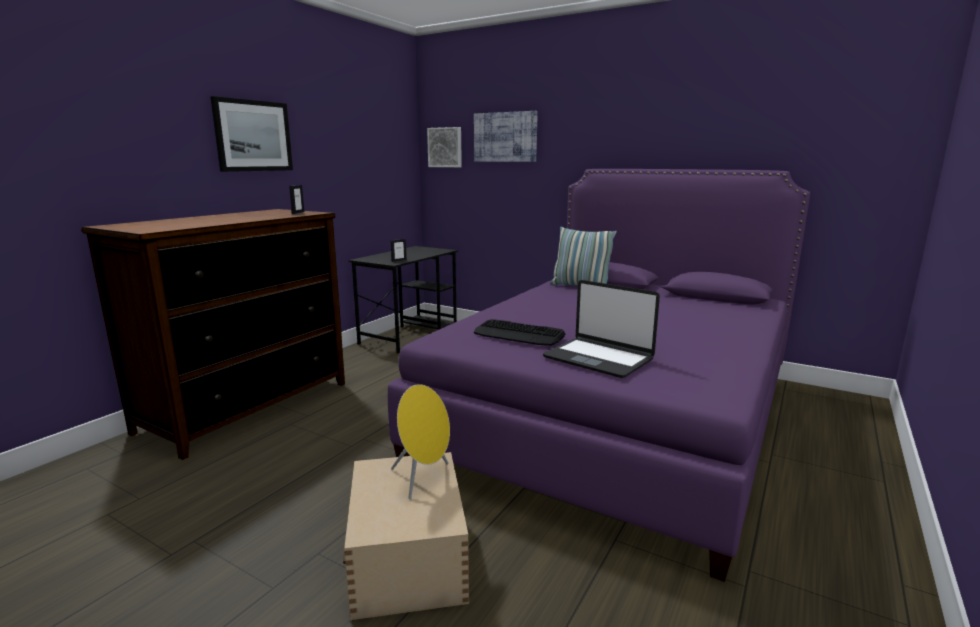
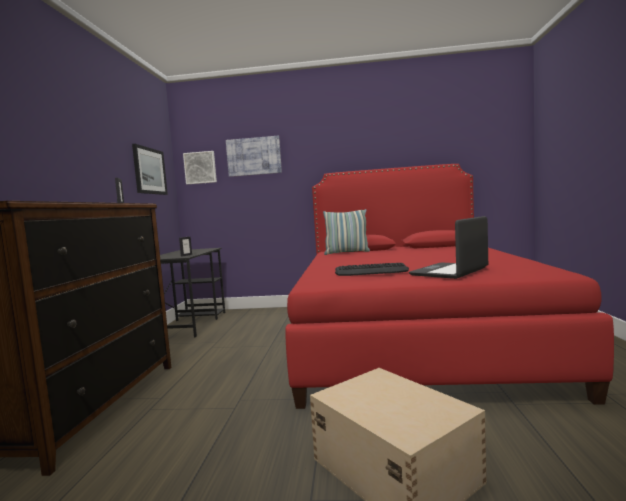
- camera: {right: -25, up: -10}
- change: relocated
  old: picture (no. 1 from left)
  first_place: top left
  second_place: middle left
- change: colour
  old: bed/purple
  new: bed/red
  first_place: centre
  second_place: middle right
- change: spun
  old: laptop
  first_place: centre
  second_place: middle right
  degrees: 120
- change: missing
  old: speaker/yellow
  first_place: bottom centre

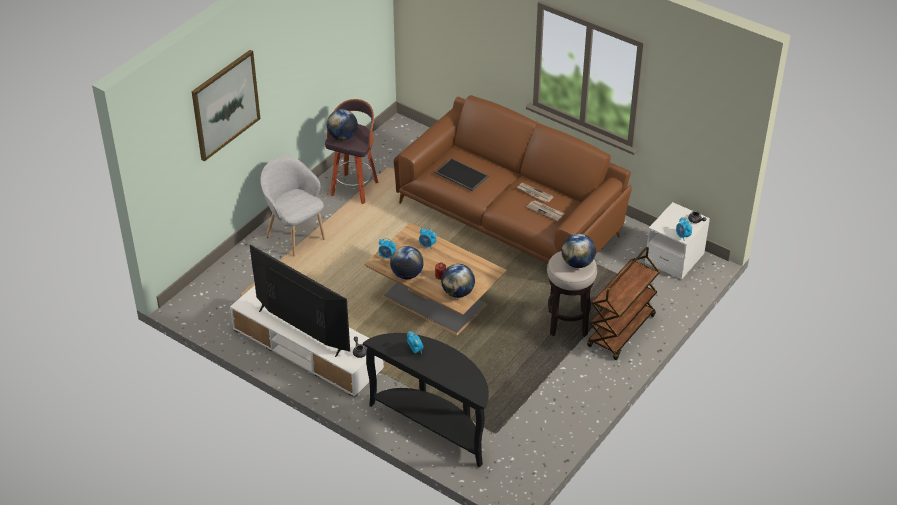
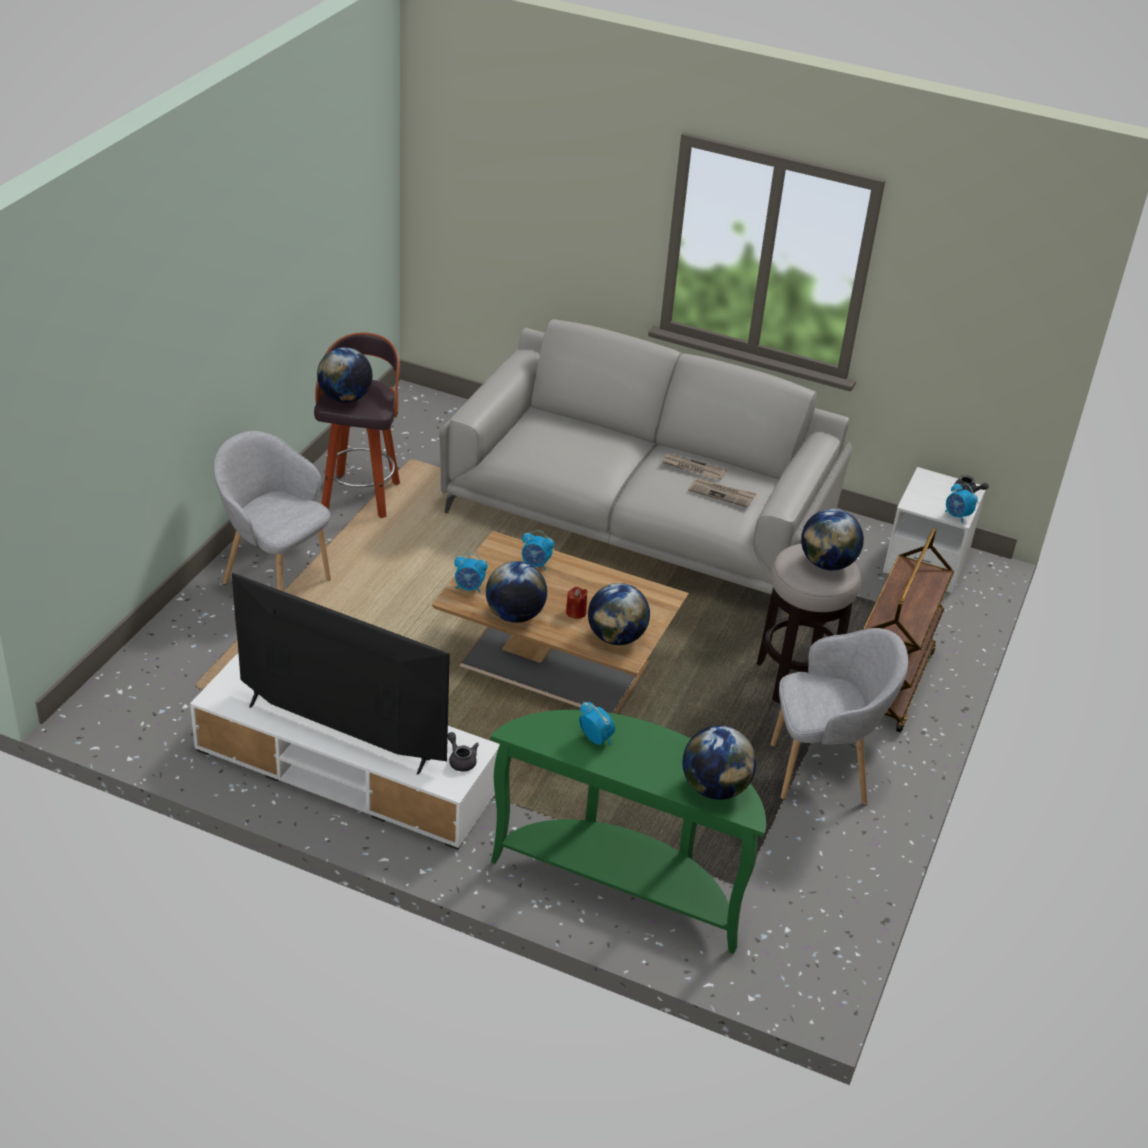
- camera: {right: -15, up: -5}
- change: missing
  old: picture
  first_place: top left
- change: colour
  old: sofa/brown
  new: sofa/grey
  first_place: centre
  second_place: centre
- change: missing
  old: tray
  first_place: centre
- change: colour
  old: console table/black
  new: console table/green
  first_place: bottom centre
  second_place: bottom centre
- change: appeared
  new: armchair/grey (no. 2 from left)
  second_place: middle right
- change: appeared
  new: globe (no. 4 from left)
  second_place: centre

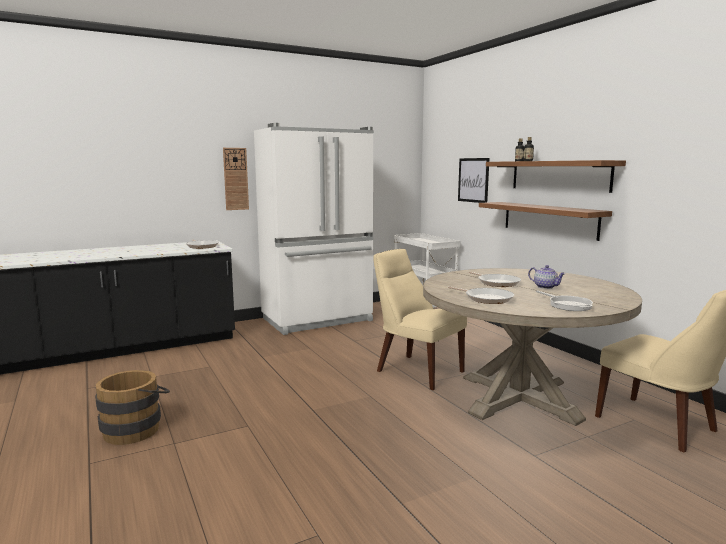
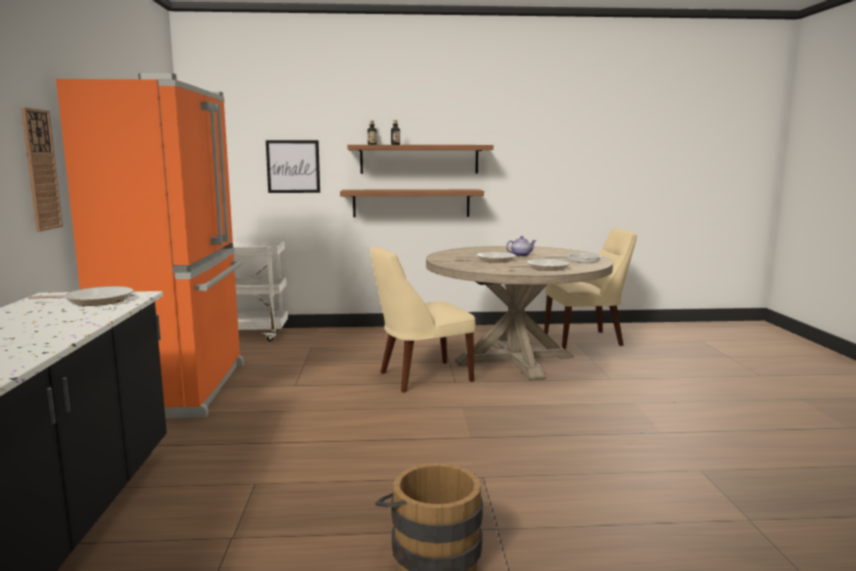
- camera: {right: -65, up: 0}
- change: colour
  old: fridge/white
  new: fridge/orange
  first_place: centre
  second_place: middle left

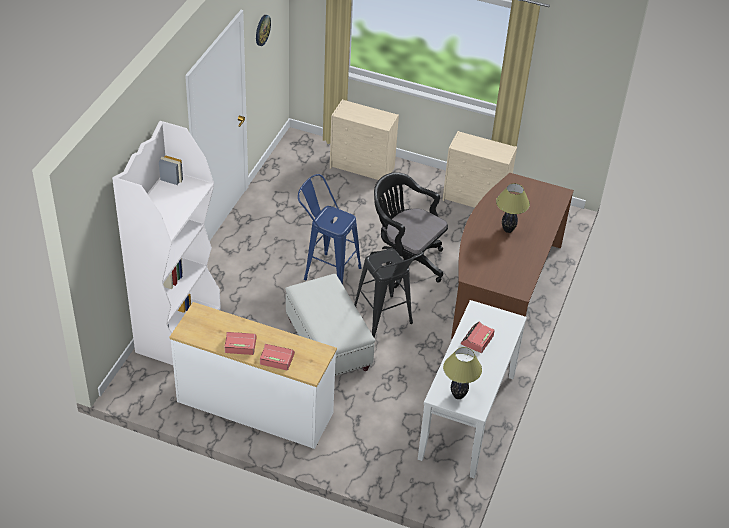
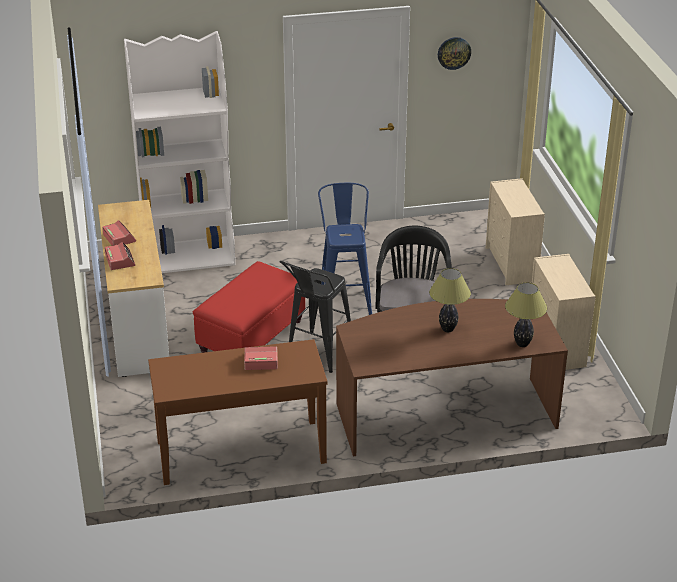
- camera: {right: 60, up: -10}
- change: colour
  old: ottoman/white
  new: ottoman/red
  first_place: centre
  second_place: centre
- change: colour
  old: console table/white
  new: console table/brown
  first_place: bottom centre
  second_place: bottom centre
- change: relocated
  old: table lamp (no. 1 from left in the first image)
  new: table lamp (no. 2 from left)
  first_place: bottom centre
  second_place: middle right

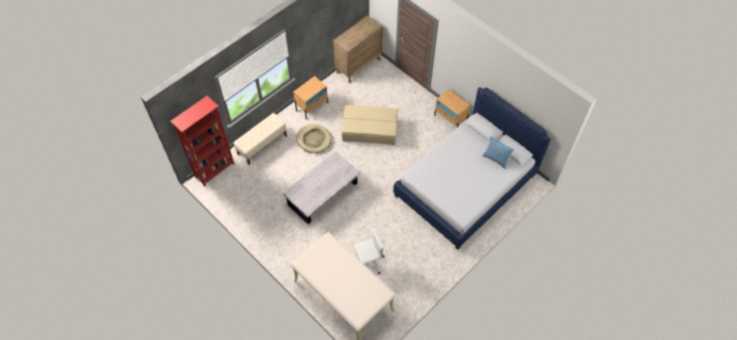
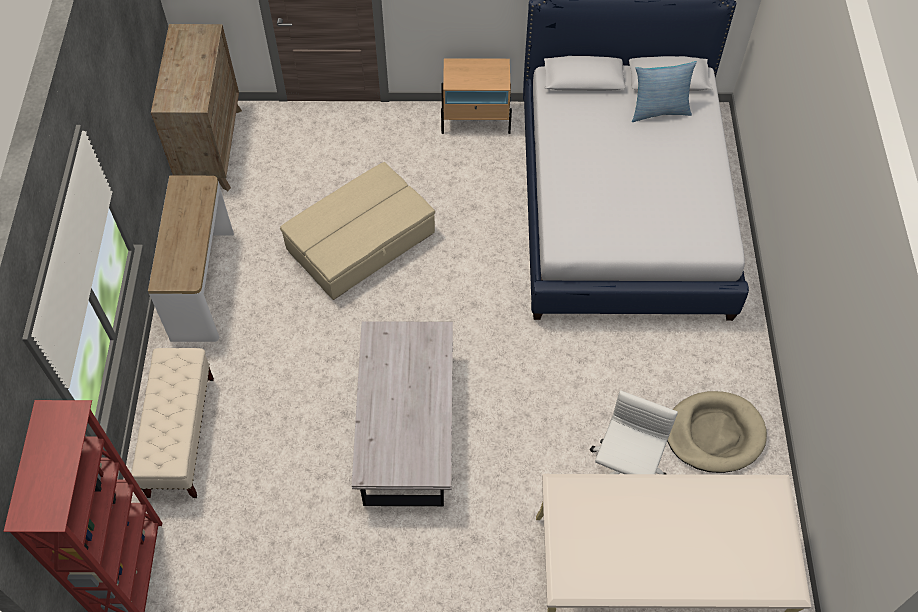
- camera: {right: -45, up: 0}
- change: exchanged
  old: nightstand/beige (no. 1 from left)
  new: console table
  first_place: top centre
  second_place: middle left
- change: relocated
  old: dog bed/beige
  first_place: centre
  second_place: bottom right

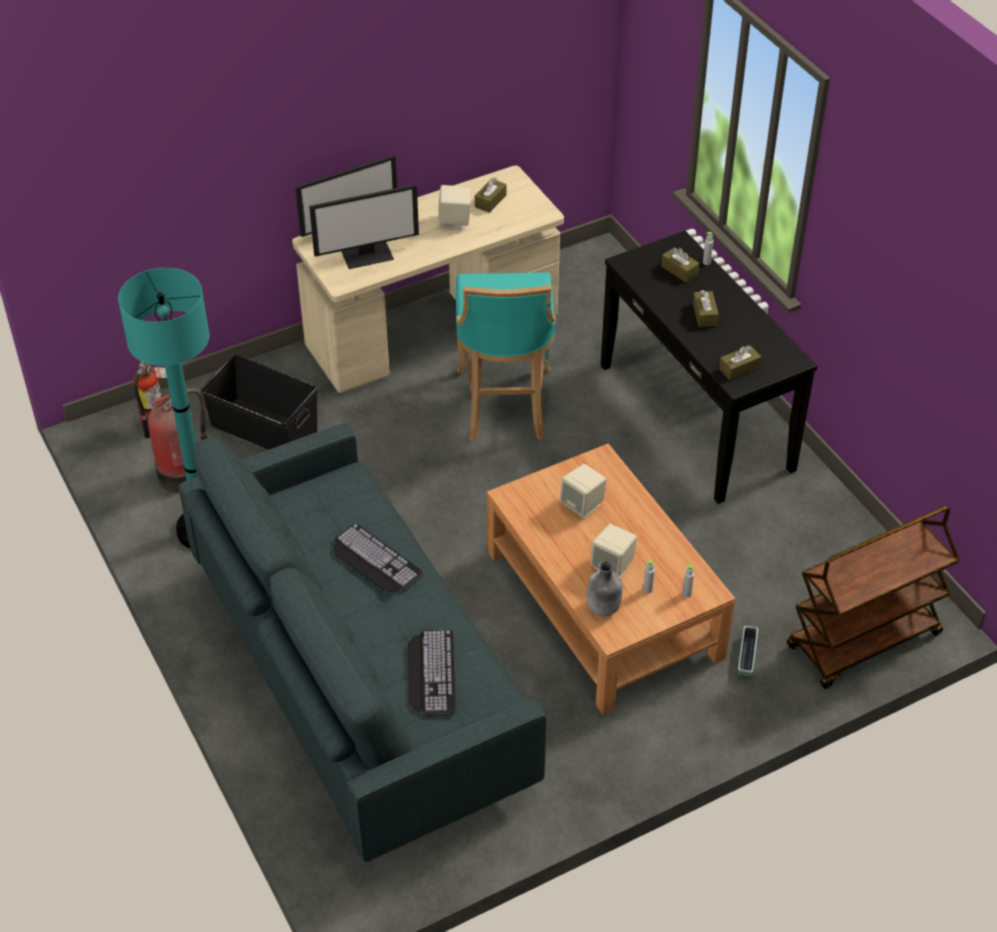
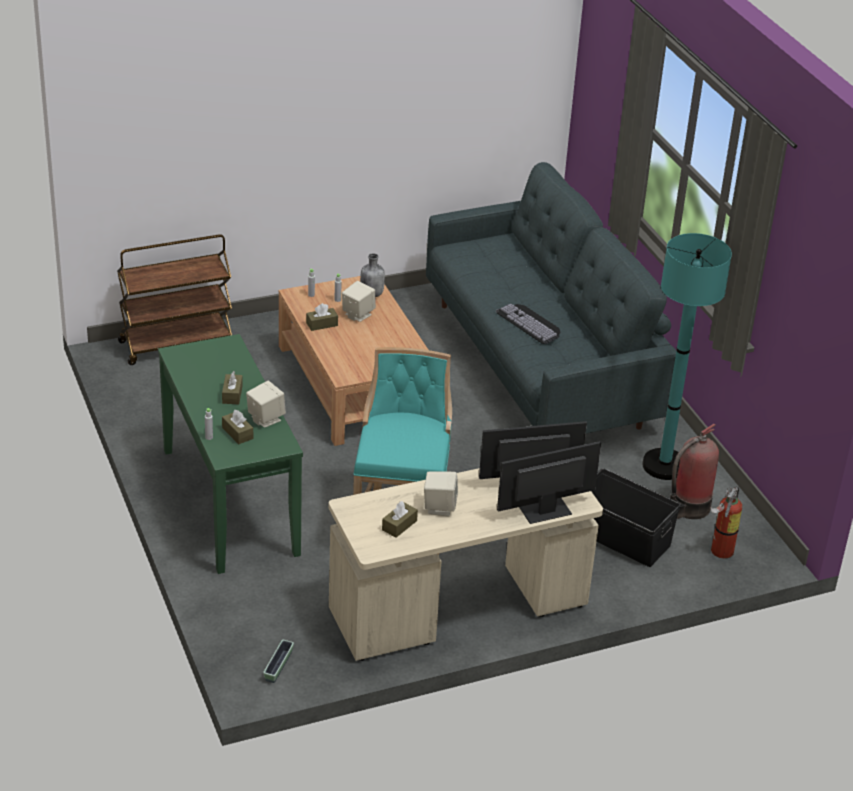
- camera: {right: -175, up: -10}
- change: colour
  old: console table/black
  new: console table/green
  first_place: middle right
  second_place: middle left
- change: relocated
  old: tissue box/brown (no. 4 from left in the first image)
  new: tissue box/brown (no. 3 from left)
  first_place: middle right
  second_place: centre
- change: relocated
  old: speaker/beige (no. 2 from left in the first image)
  new: speaker/beige (no. 1 from left)
  first_place: centre
  second_place: middle left
- change: relocated
  old: planter
  first_place: bottom right
  second_place: bottom left
- change: missing
  old: keyboard (no. 2 from left)
  first_place: bottom centre

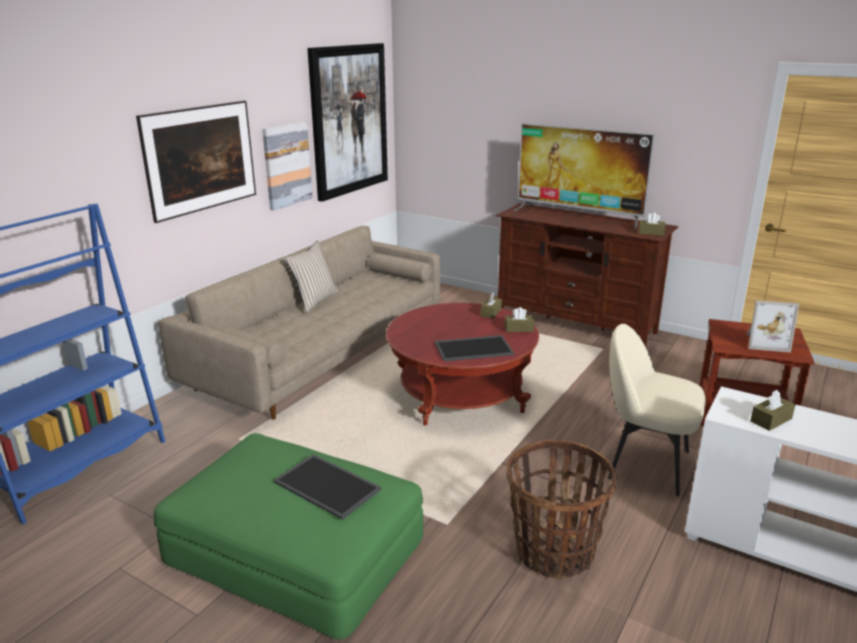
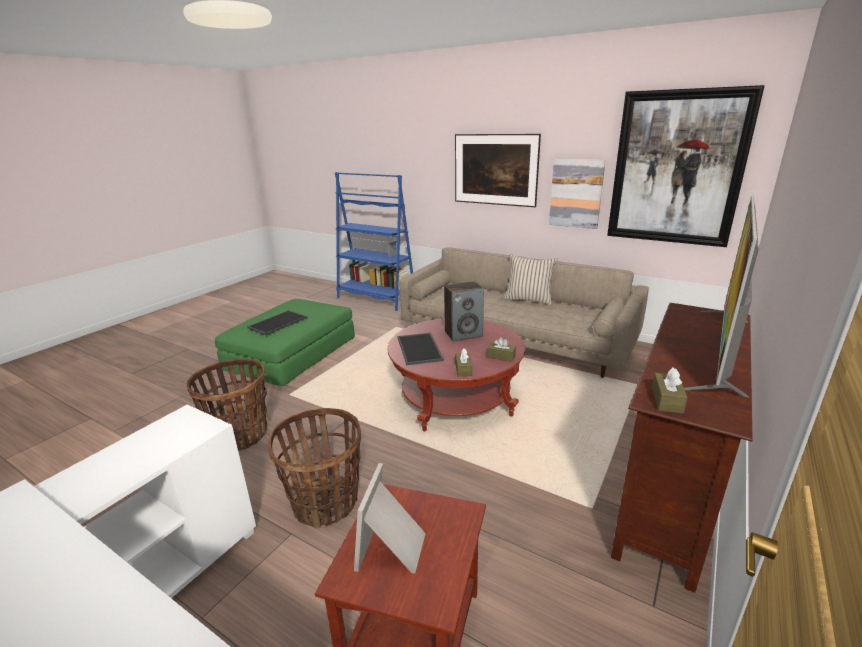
- camera: {right: 90, up: 0}
- change: exchanged
  old: chair/beige
  new: basket (no. 2 from left)
  first_place: middle right
  second_place: bottom centre
- change: missing
  old: tissue box/brown (no. 4 from left)
  first_place: middle right
- change: appeared
  new: speaker
  second_place: centre

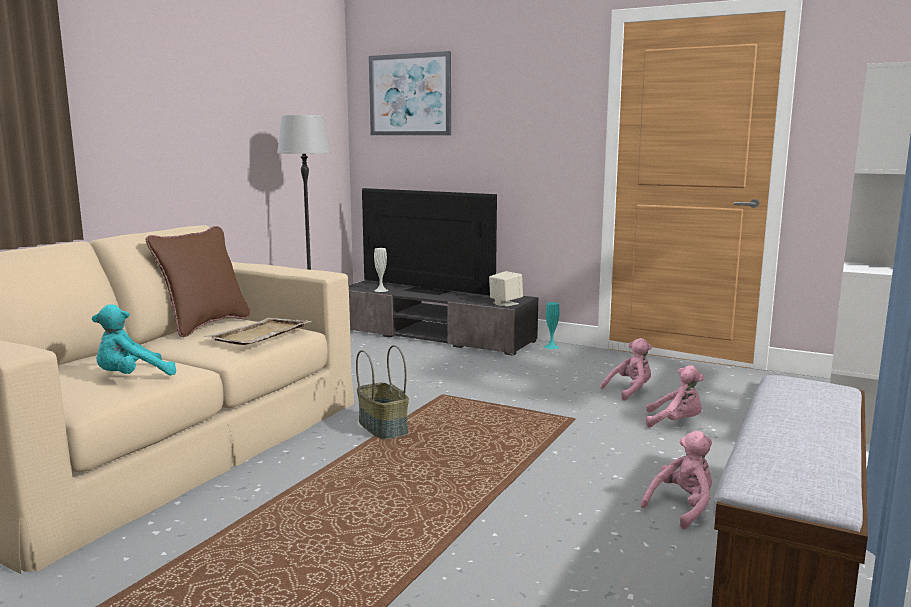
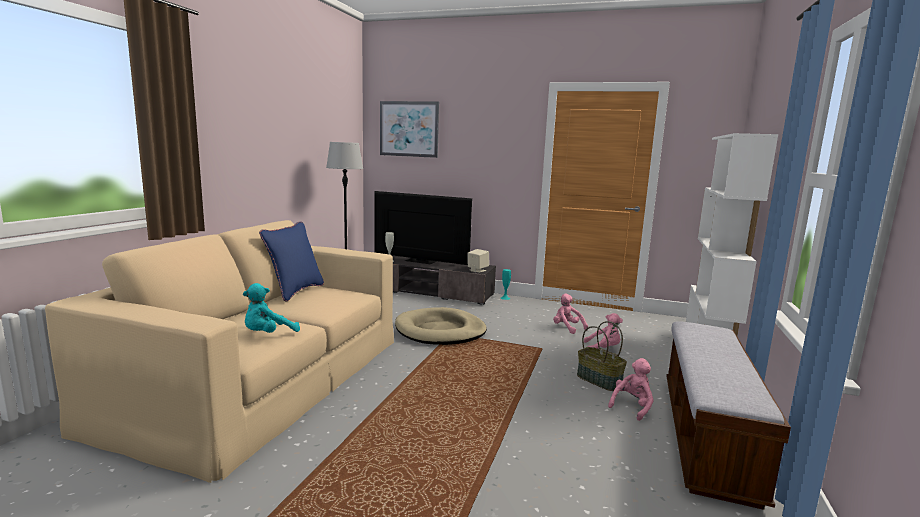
- camera: {right: -10, up: 0}
- change: colour
  old: pillow/brown
  new: pillow/blue
  first_place: middle left
  second_place: middle left
- change: missing
  old: tray/beige
  first_place: middle left
- change: spun
  old: plush toy/pink (no. 1 from left)
  first_place: middle right
  second_place: centre
  degrees: -90
- change: relocated
  old: basket
  first_place: centre
  second_place: bottom centre
- change: appeared
  new: dog bed/beige
  second_place: centre

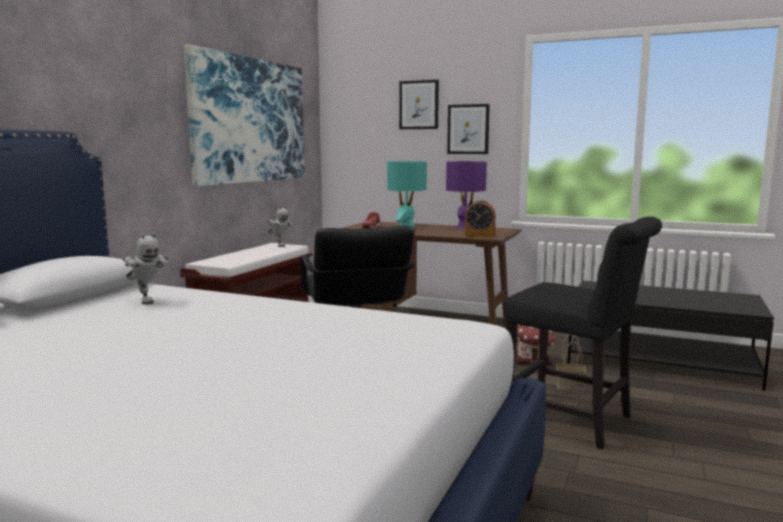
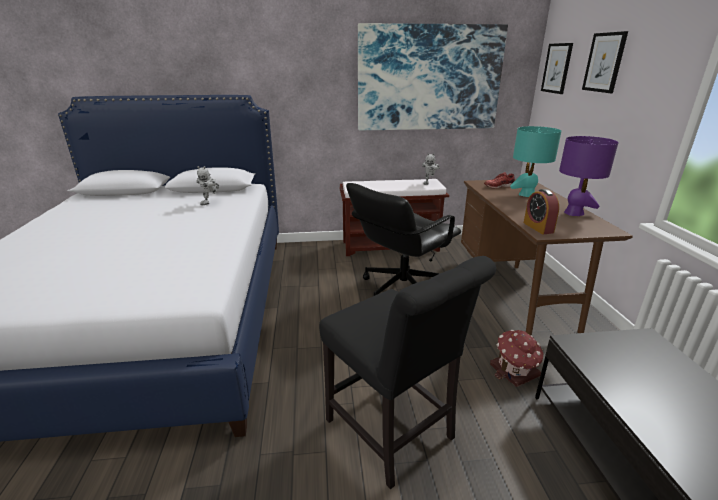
- camera: {right: 60, up: 15}
- change: relocated
  old: picture (no. 3 from left in the first image)
  new: picture (no. 2 from left)
  first_place: top centre
  second_place: top right
- change: spun
  old: chair/black
  first_place: middle right
  second_place: bottom centre
  degrees: -45
- change: missing
  old: basket
  first_place: bottom right

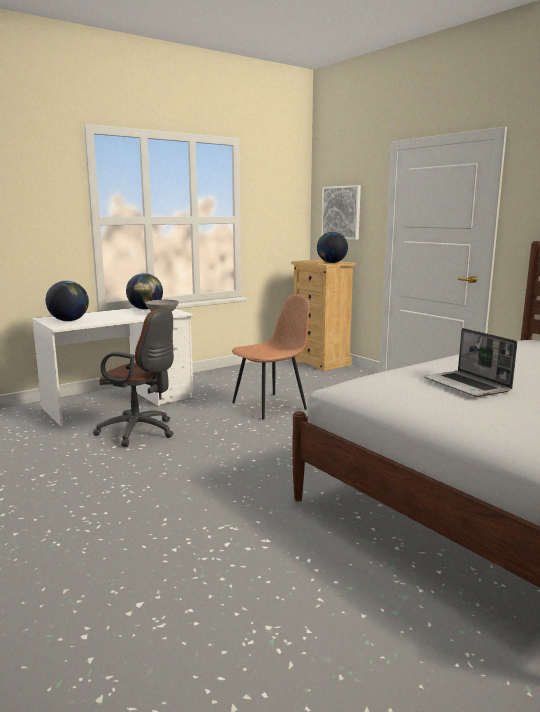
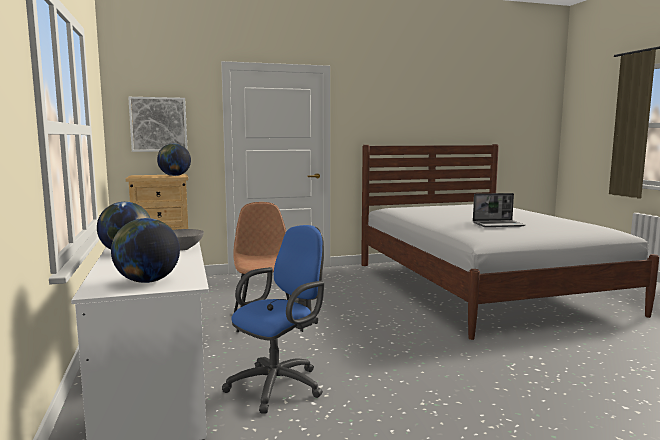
- camera: {right: -70, up: -5}
- change: colour
  old: office chair/brown
  new: office chair/blue
  first_place: middle left
  second_place: bottom centre

